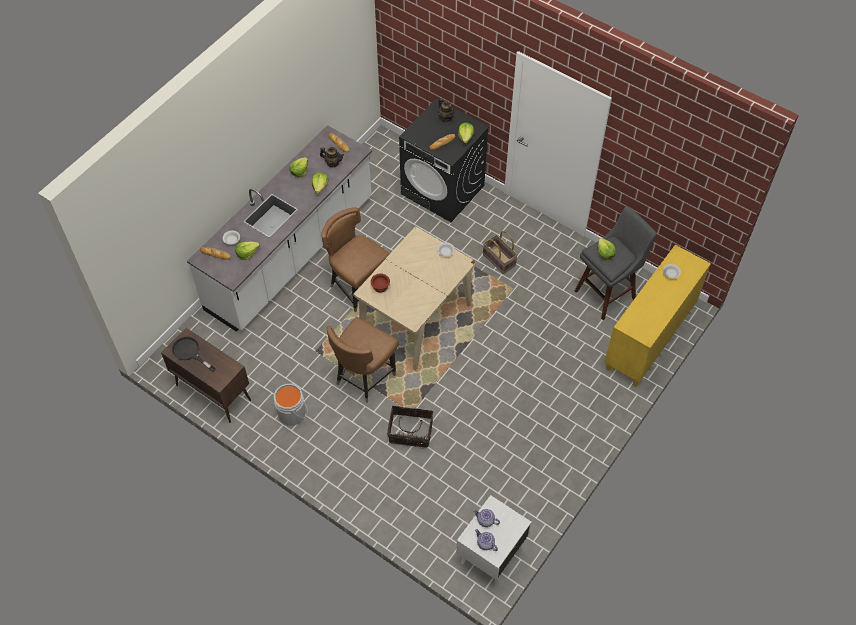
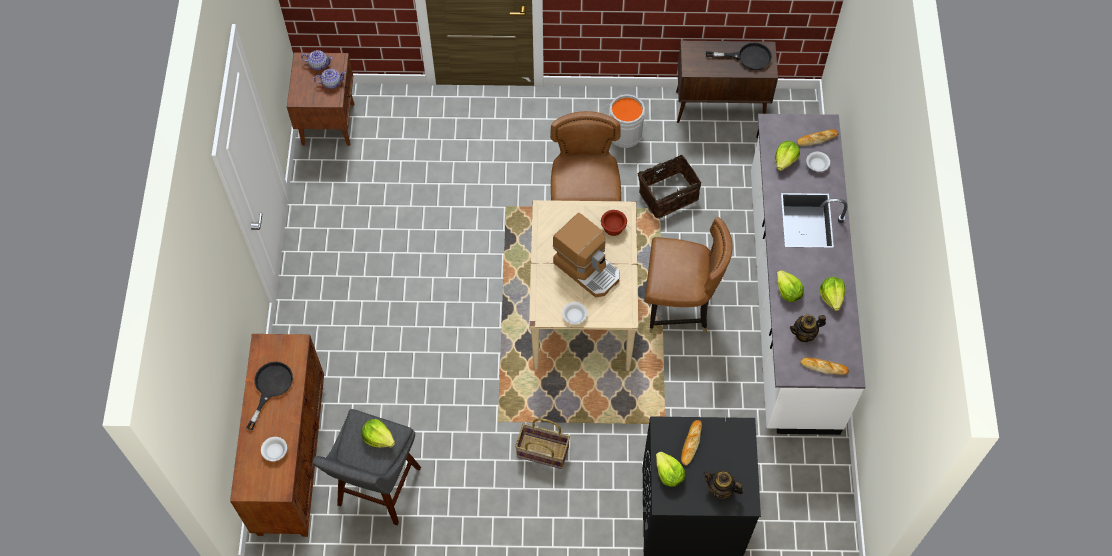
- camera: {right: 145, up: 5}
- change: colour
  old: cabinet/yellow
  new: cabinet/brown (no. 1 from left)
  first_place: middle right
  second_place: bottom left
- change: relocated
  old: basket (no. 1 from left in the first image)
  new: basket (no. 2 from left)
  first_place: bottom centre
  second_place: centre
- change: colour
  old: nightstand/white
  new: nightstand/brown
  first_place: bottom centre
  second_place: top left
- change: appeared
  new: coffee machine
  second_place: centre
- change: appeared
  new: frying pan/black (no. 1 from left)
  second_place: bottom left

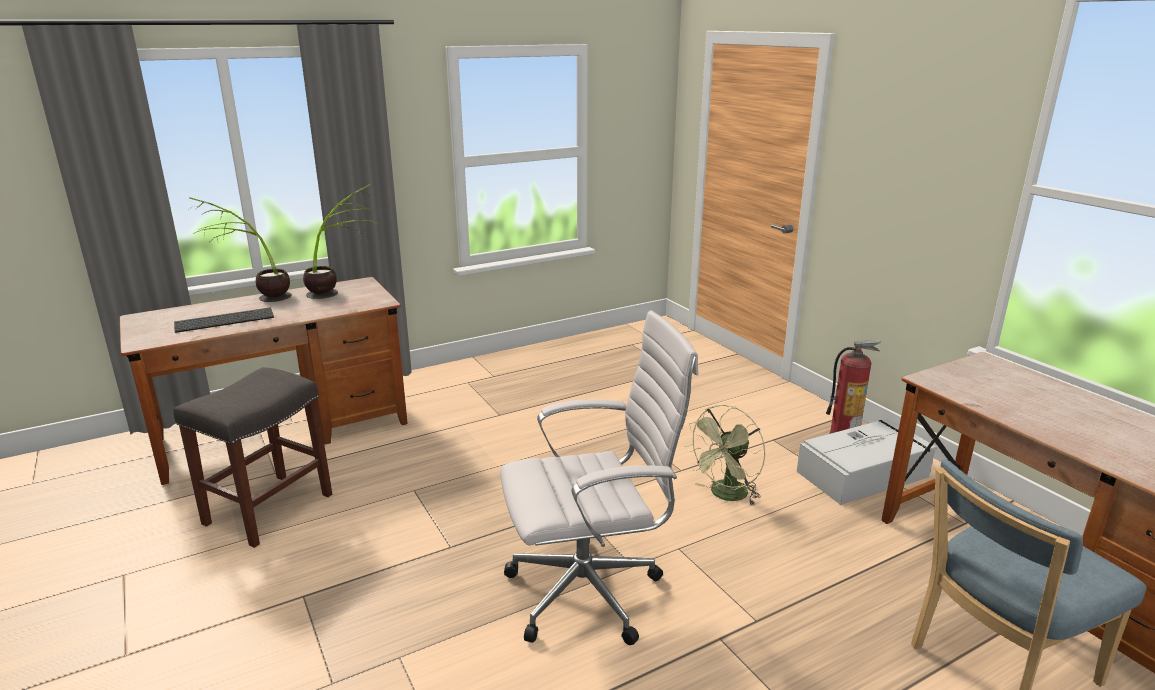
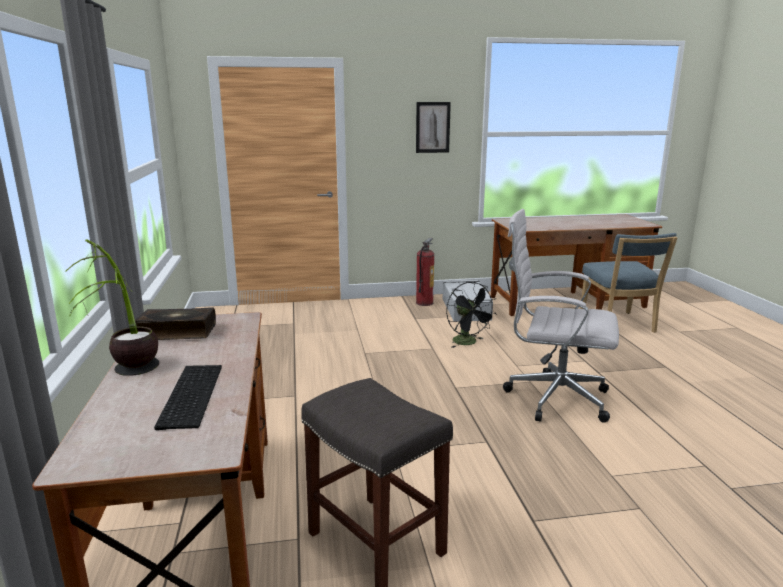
- camera: {right: -70, up: -5}
- change: exchanged
  old: potted plant (no. 2 from left)
  new: book
  first_place: middle left
  second_place: middle left
- change: spun
  old: office chair/white
  first_place: bottom centre
  second_place: middle right
  degrees: -75
- change: colour
  old: fan/green
  new: fan/black
  first_place: centre
  second_place: centre
- change: appeared
  new: picture
  second_place: top centre

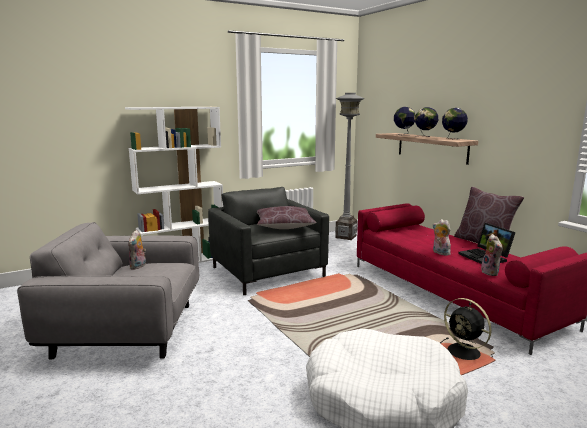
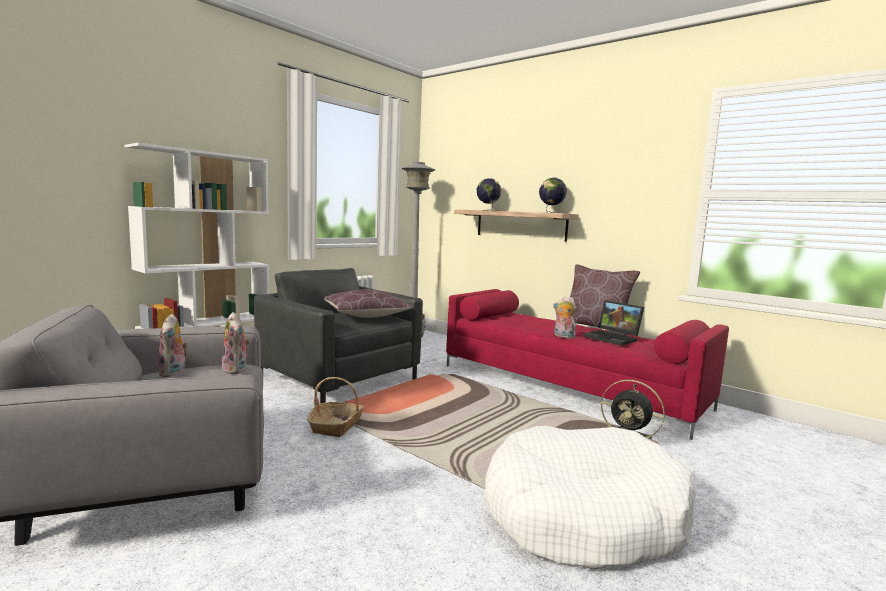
- camera: {right: -20, up: -5}
- change: missing
  old: globe (no. 2 from left)
  first_place: top right
- change: relocated
  old: plush toy (no. 3 from left in the first image)
  new: plush toy (no. 2 from left)
  first_place: middle right
  second_place: middle left
- change: appeared
  new: basket
  second_place: bottom centre

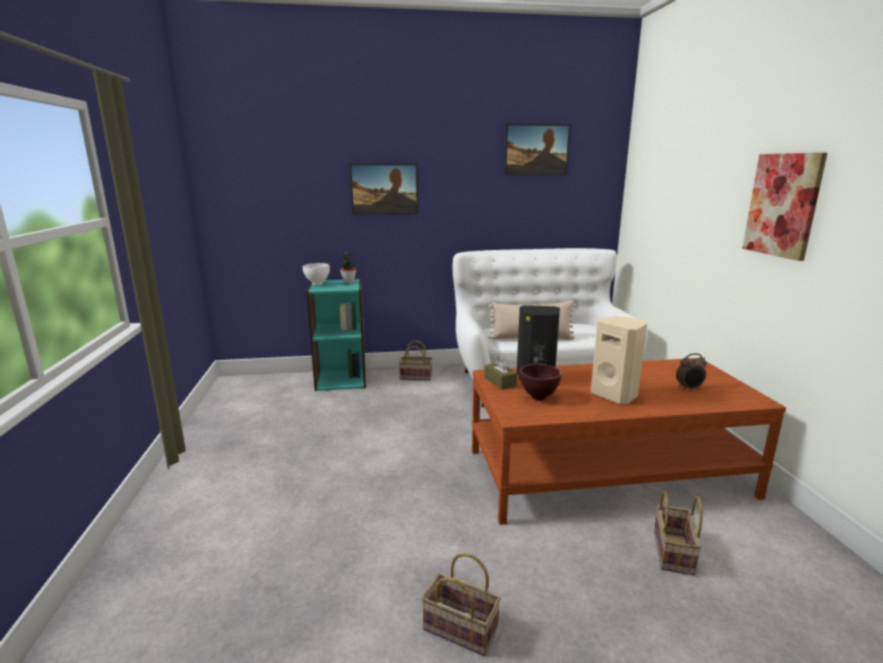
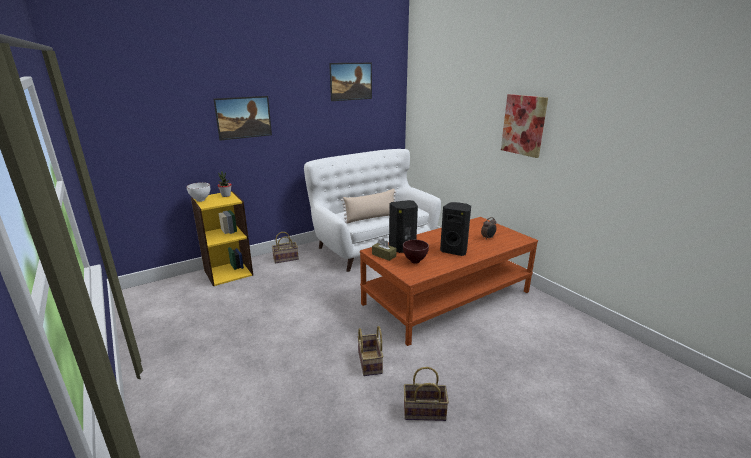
- camera: {right: -25, up: 5}
- change: colour
  old: bookcase/turquoise
  new: bookcase/yellow
  first_place: centre
  second_place: middle left
- change: colour
  old: speaker/beige
  new: speaker/black (no. 2 from left)
  first_place: middle right
  second_place: centre
- change: relocated
  old: basket (no. 3 from left in the first image)
  new: basket (no. 2 from left)
  first_place: bottom right
  second_place: bottom centre

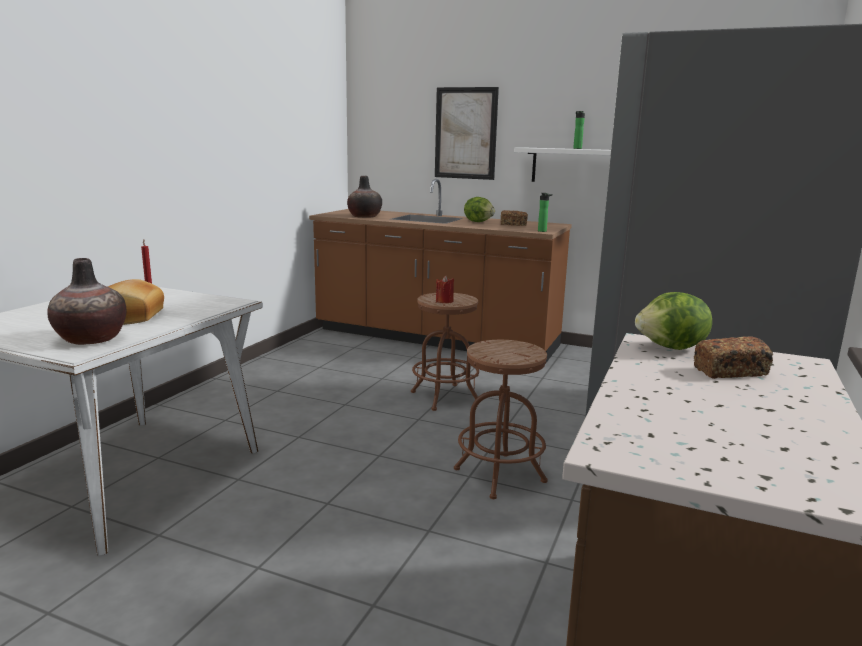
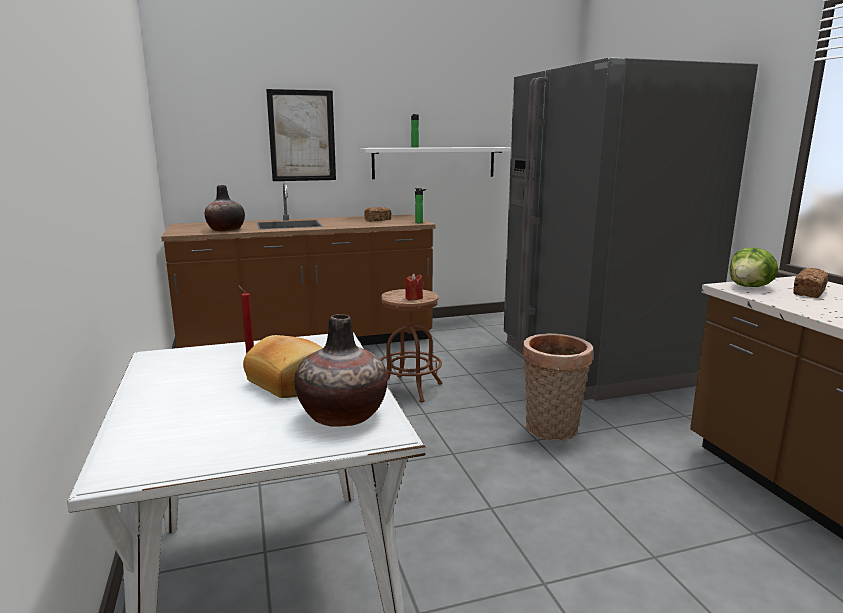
- camera: {right: -40, up: 0}
- change: missing
  old: lettuce (no. 1 from left)
  first_place: top centre
- change: exchanged
  old: stool/brown (no. 2 from left)
  new: basket
  first_place: centre
  second_place: centre

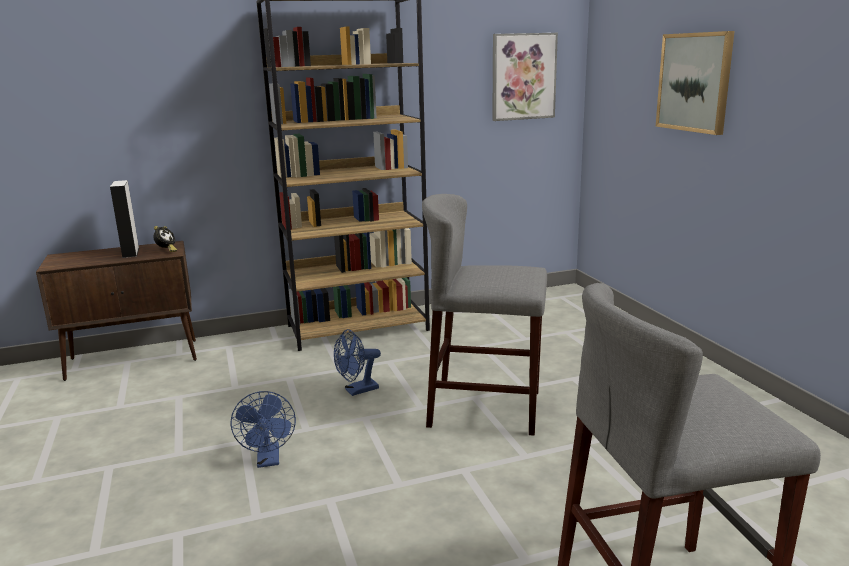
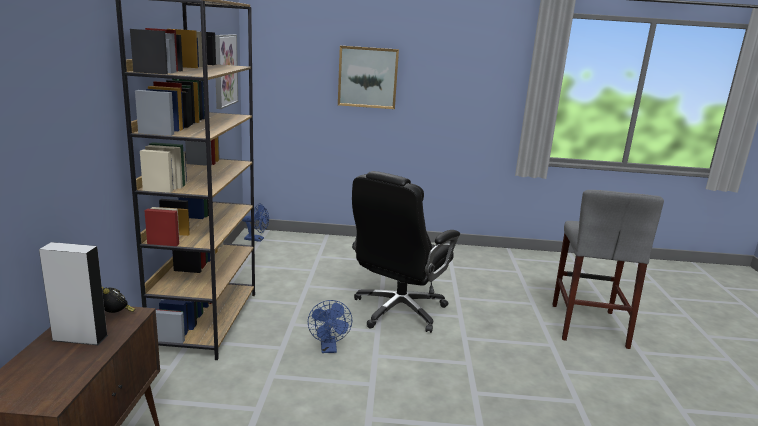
- camera: {right: -70, up: 0}
- change: exchanged
  old: stool/grey (no. 1 from left)
  new: office chair/black
  first_place: centre
  second_place: centre
- change: relocated
  old: fan/blue (no. 1 from left)
  first_place: bottom left
  second_place: centre

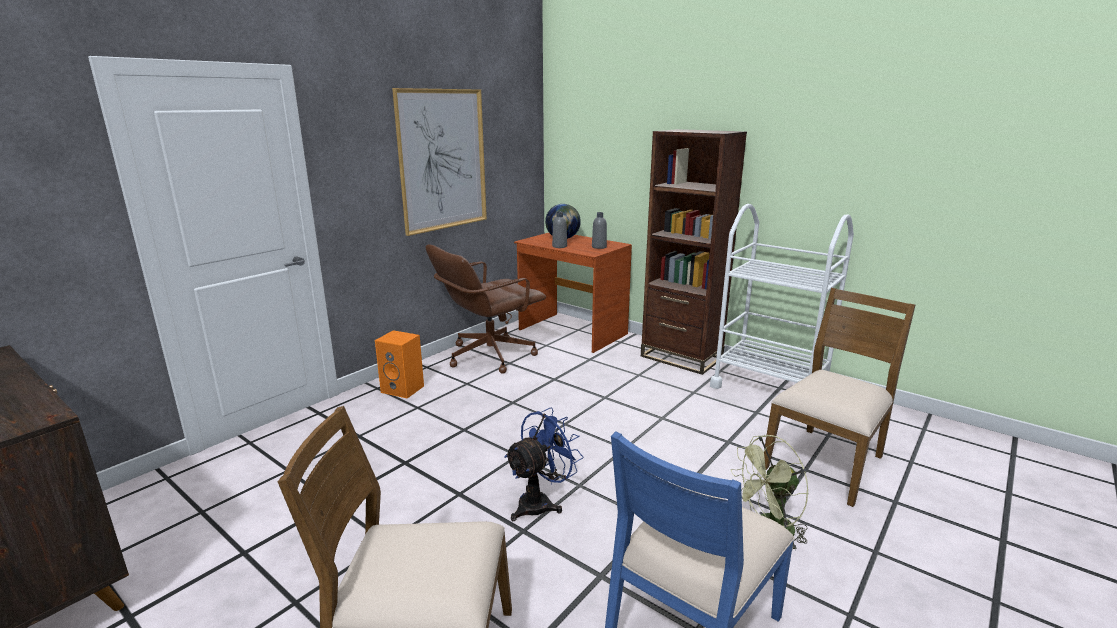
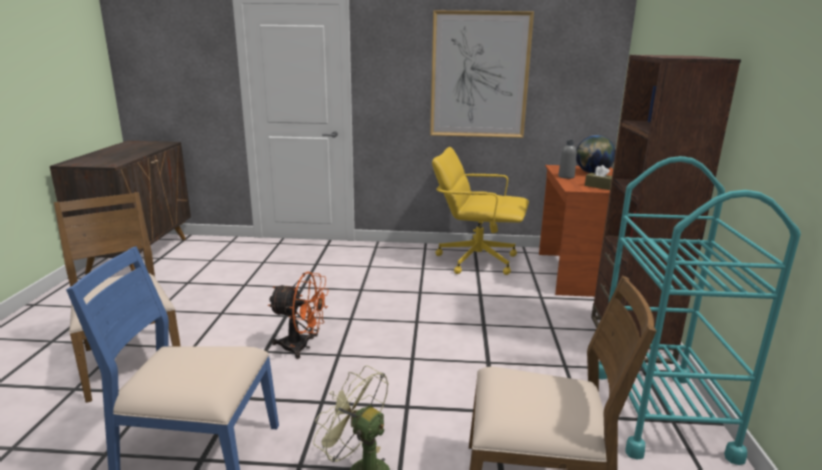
- camera: {right: 55, up: 0}
- change: colour
  old: cart/white
  new: cart/turquoise
  first_place: middle right
  second_place: middle right
- change: exchanged
  old: bottle/grey (no. 2 from left)
  new: tissue box/brown
  first_place: centre
  second_place: middle right
- change: colour
  old: office chair/brown
  new: office chair/yellow
  first_place: centre
  second_place: centre
- change: missing
  old: speaker/orange
  first_place: centre
- change: colour
  old: fan/blue
  new: fan/orange
  first_place: bottom centre
  second_place: bottom centre

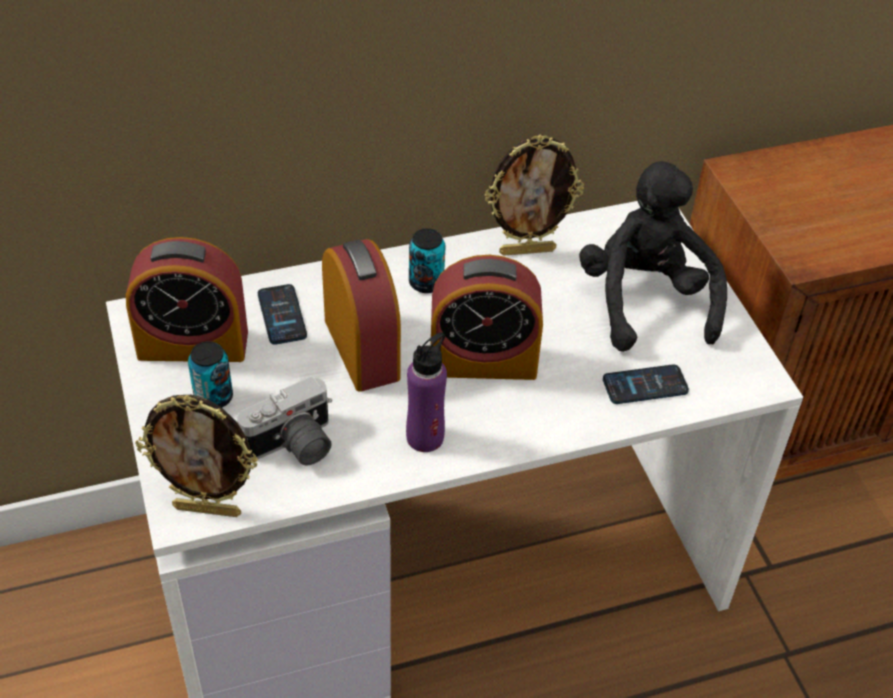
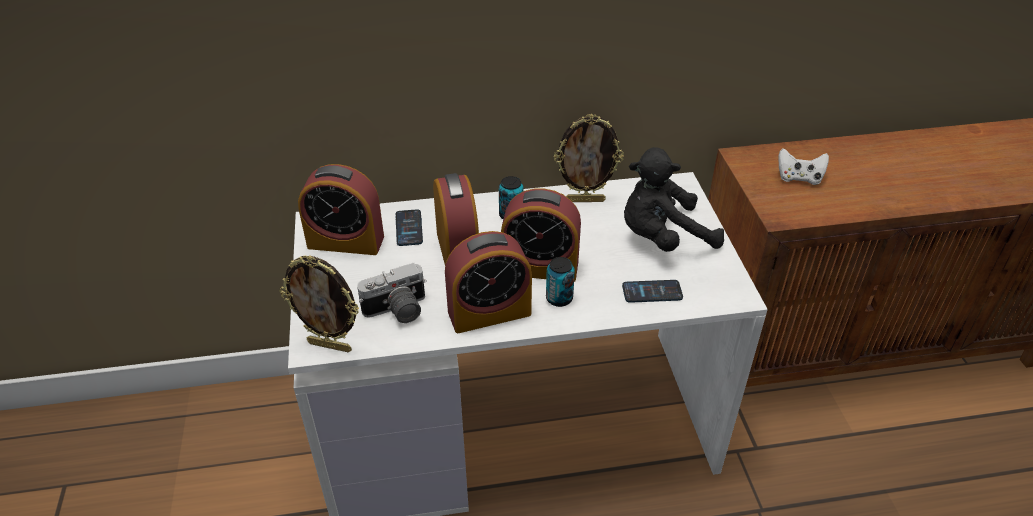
- camera: {right: 10, up: -5}
- change: spun
  old: plush toy/black
  first_place: middle right
  second_place: centre
  degrees: -105
- change: exchanged
  old: bottle/purple
  new: alarm clock (no. 3 from left)
  first_place: centre
  second_place: centre
- change: relocated
  old: can (no. 1 from left in the first image)
  new: can (no. 2 from left)
  first_place: middle left
  second_place: centre
- change: appeared
  new: game controller/white
  second_place: top right

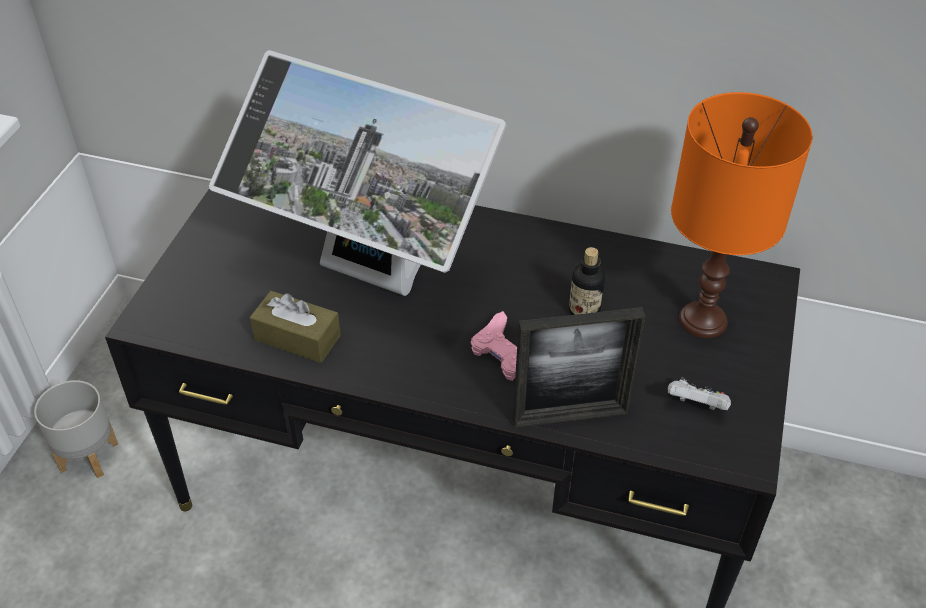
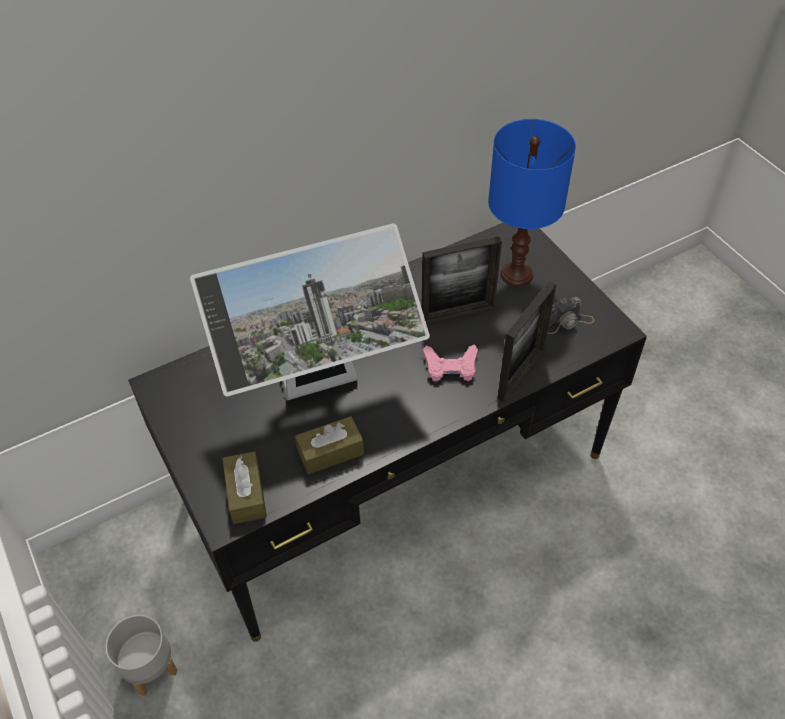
- camera: {right: -45, up: 5}
- change: colour
  old: table lamp/orange
  new: table lamp/blue
  first_place: middle right
  second_place: top right
- change: exchanged
  old: bottle
  new: picture frame (no. 1 from left)
  first_place: centre
  second_place: centre
- change: exchanged
  old: game controller/white
  new: photo camera
  first_place: middle right
  second_place: middle right
- change: appeared
  new: tissue box/brown (no. 1 from left)
  second_place: bottom left

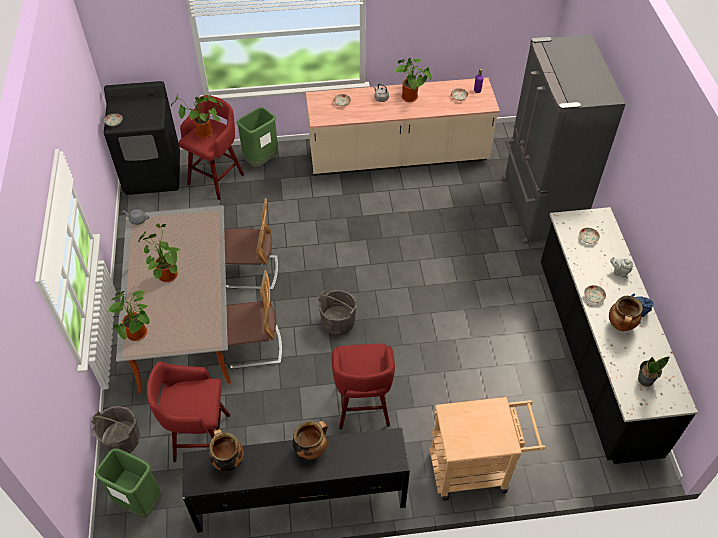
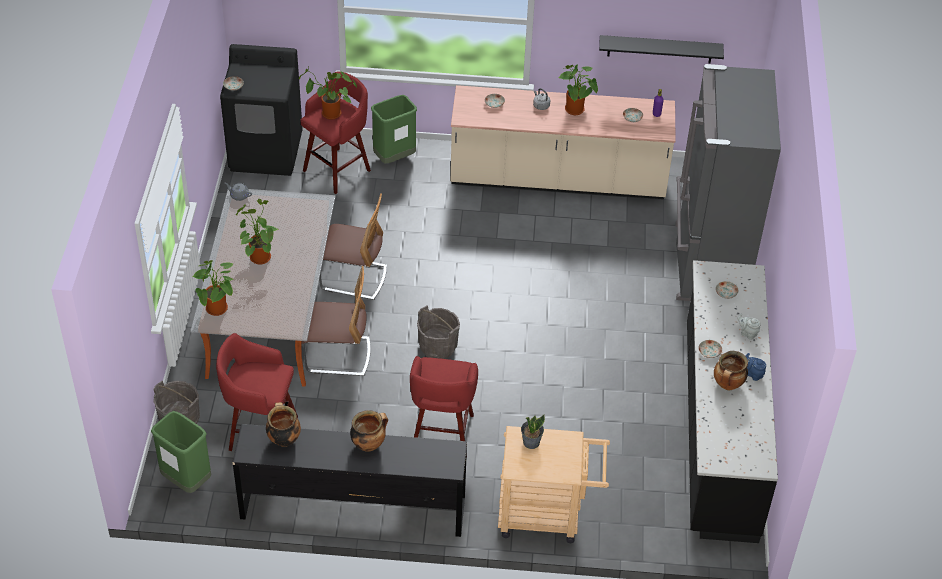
- camera: {right: 10, up: -5}
- change: relocated
  old: potted plant (no. 5 from left in the first image)
  new: potted plant (no. 4 from left)
  first_place: bottom right
  second_place: bottom centre
- change: appeared
  new: shelf/black
  second_place: top right

